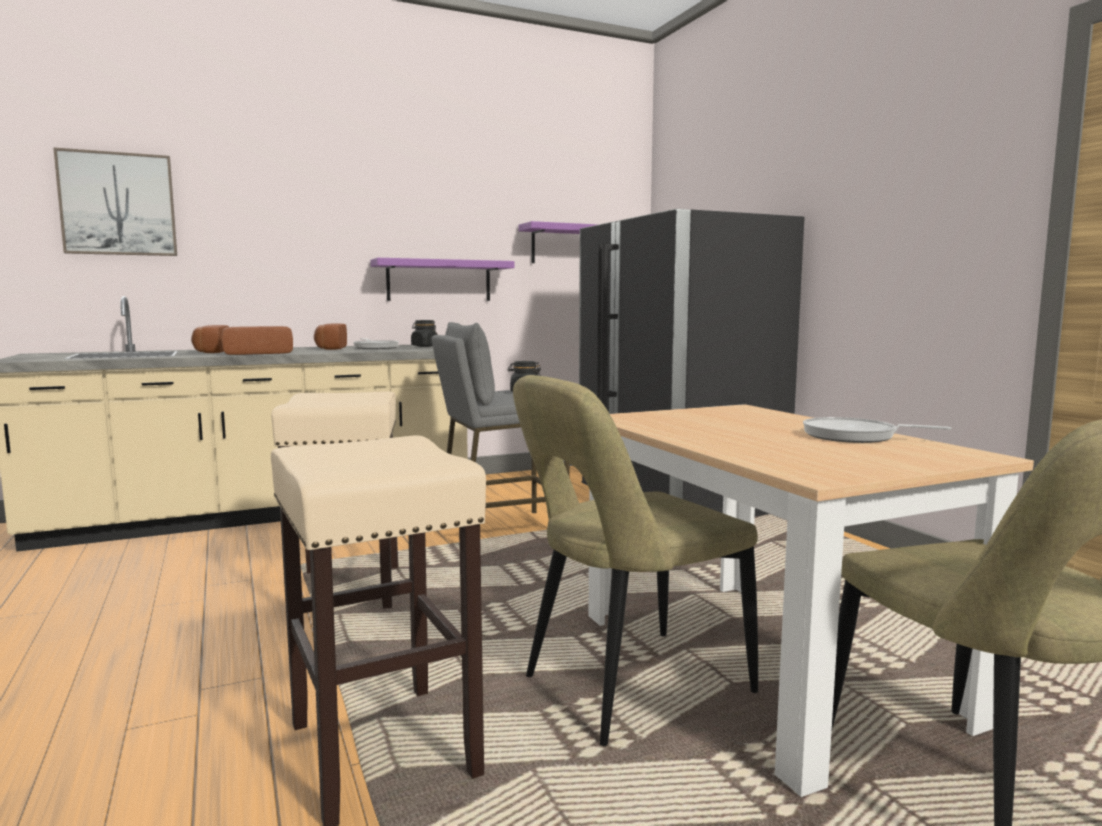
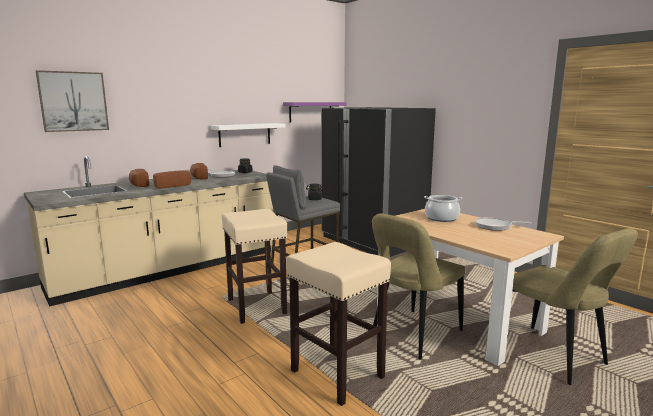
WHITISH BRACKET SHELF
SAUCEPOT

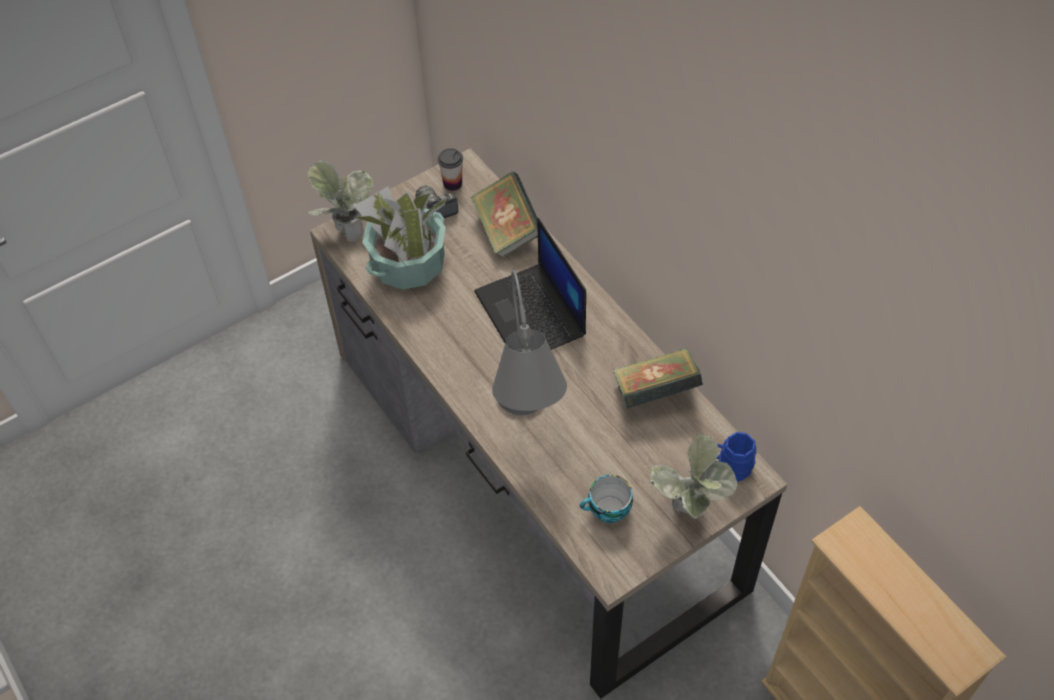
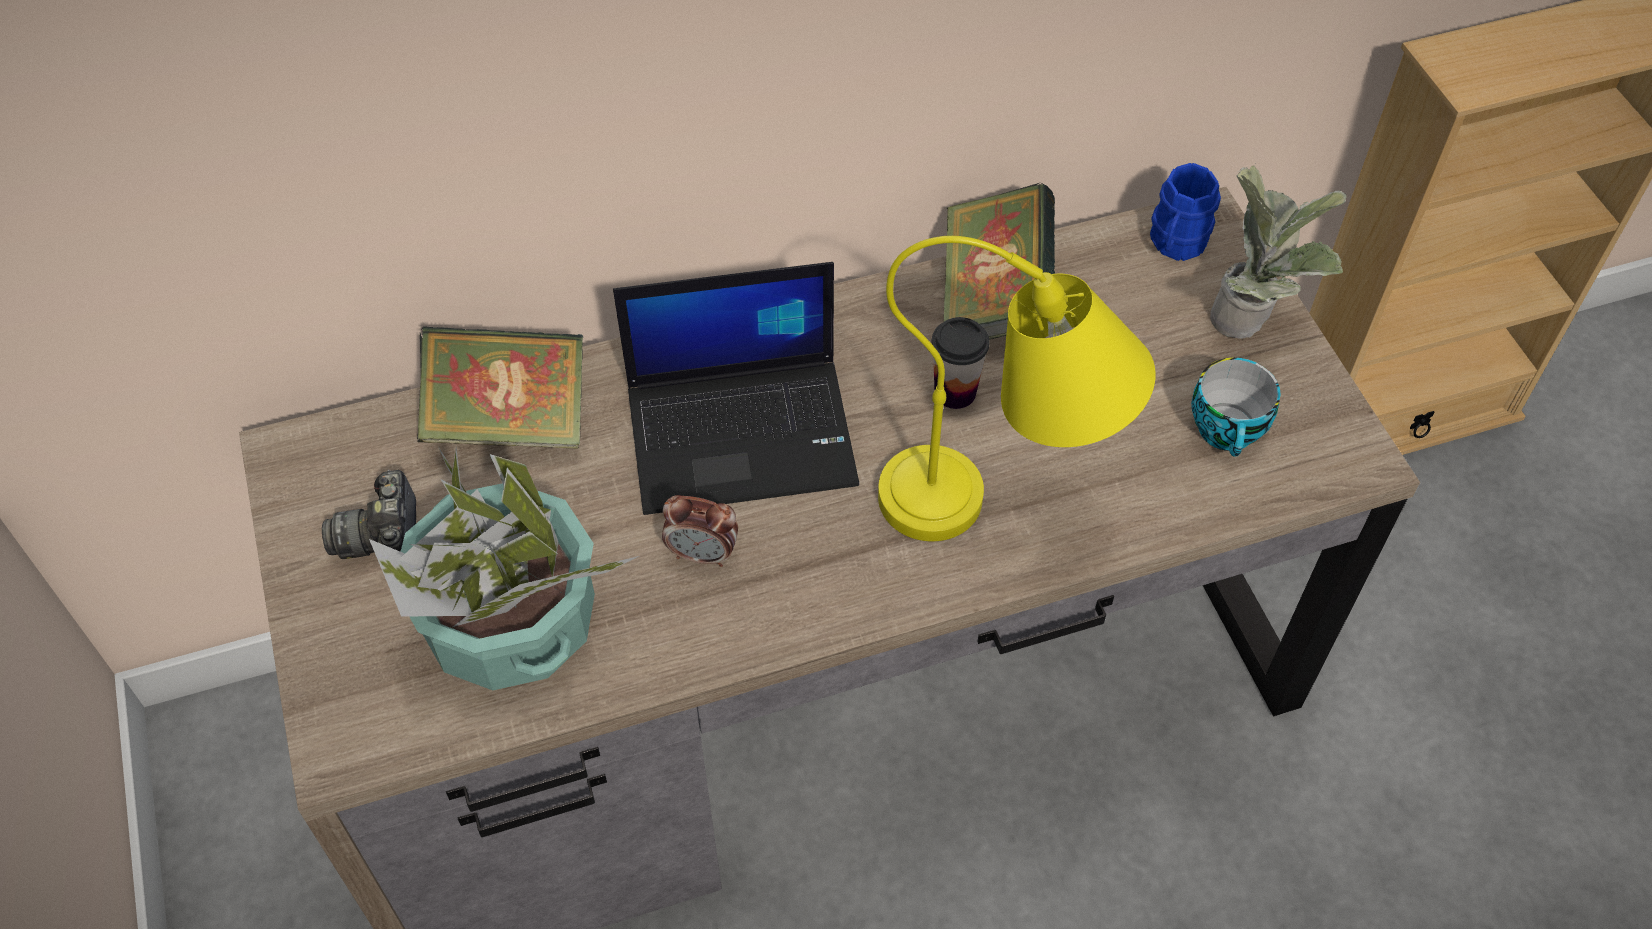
SMALL CUP (no. 1 from left)
HOUSEPLANT (no. 1 from left in the first image)
YELLOWISH TABLE LAMP
ALARM CLOCK

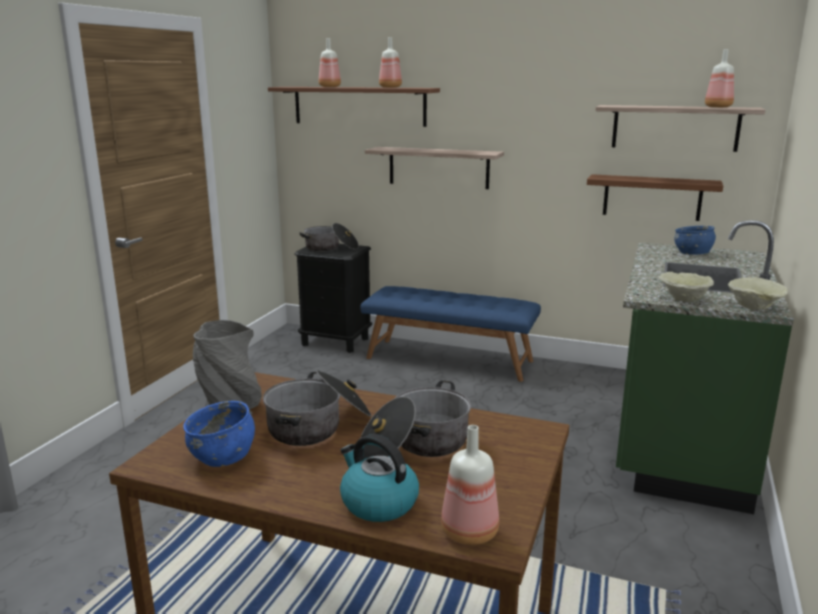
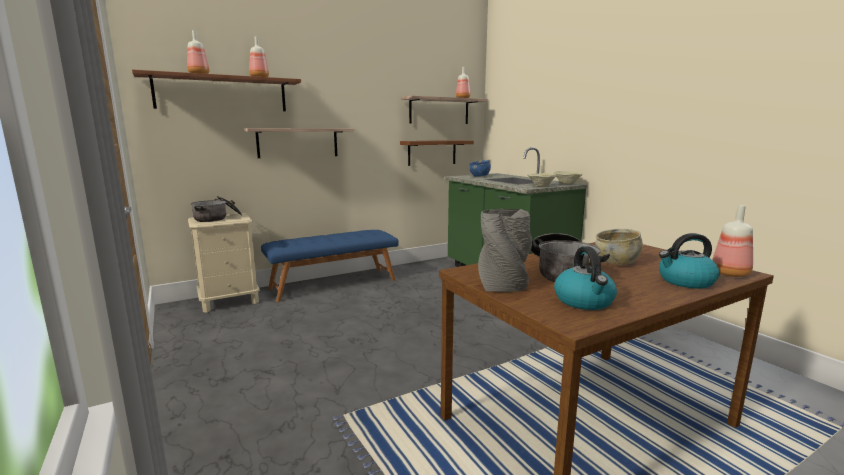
SAND-COLOURED BEDSIDE TABLE
SAND-COLOURED BOWL (no. 3 from left)
WATER KETTLE (no. 1 from left)

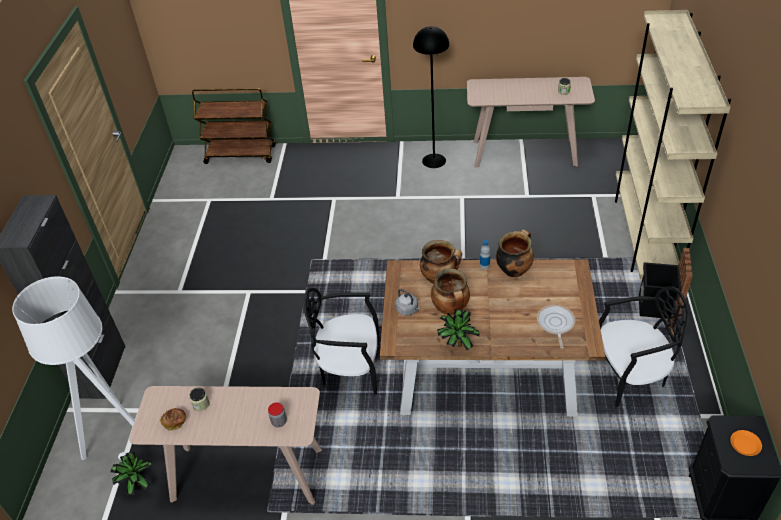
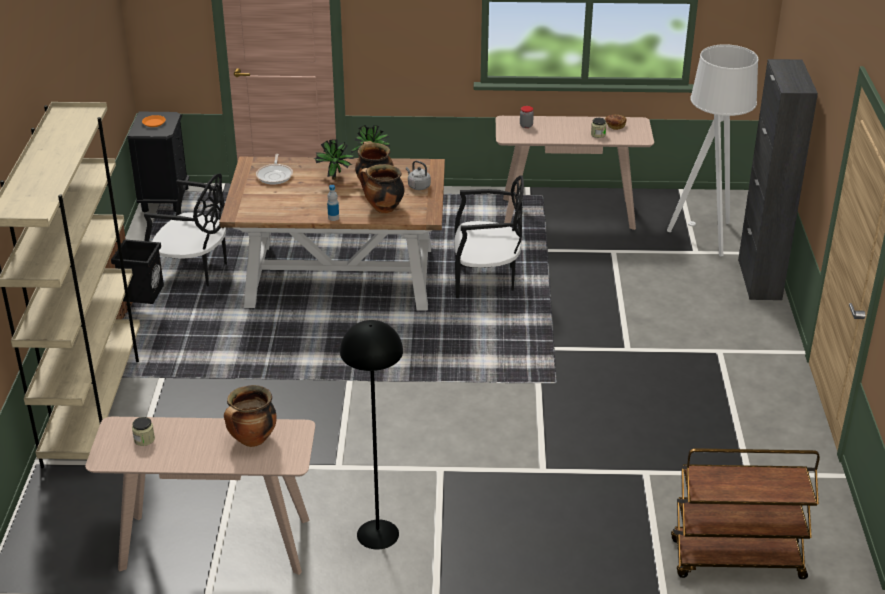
SAUCEPOT (no. 1 from left)
BLACK UPRIGHT CHAIR (no. 1 from left)
HOUSEPLANT (no. 1 from left)

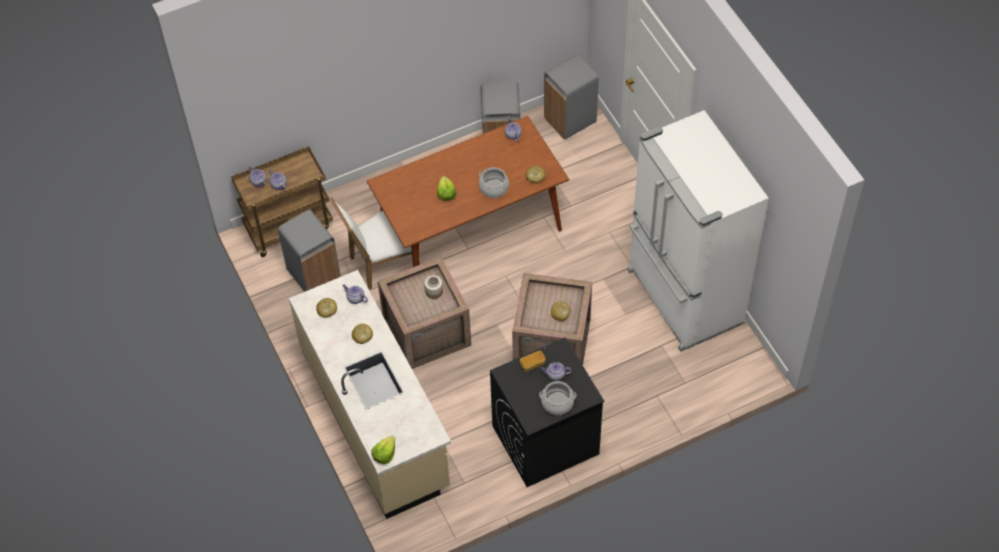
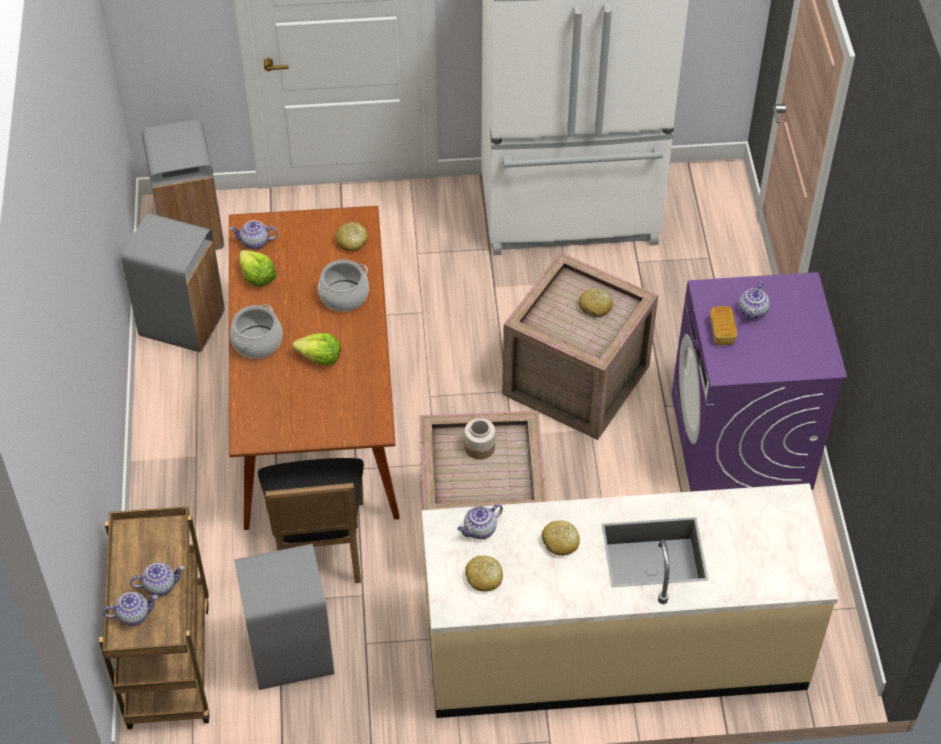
BLACK UPRIGHT CHAIR
PURPLISH WASHING MACHINE
SAUCEPOT (no. 1 from left)
LETTUCE (no. 1 from left)

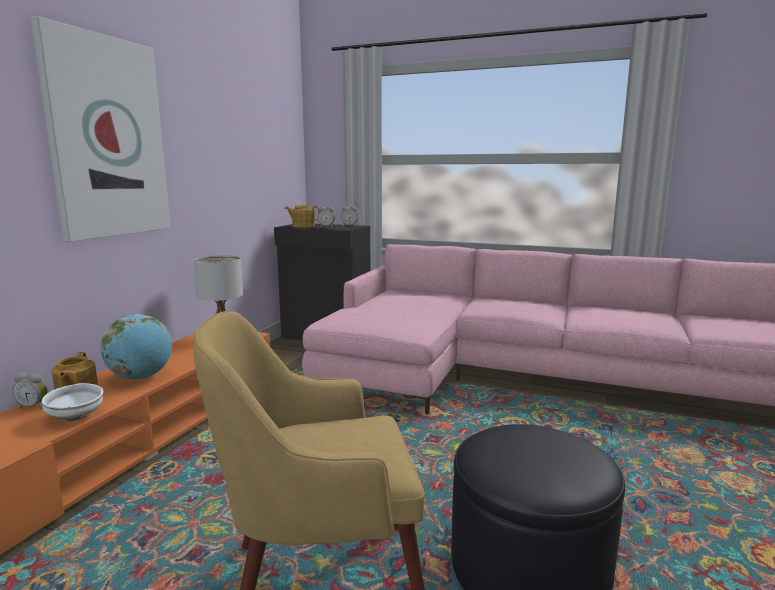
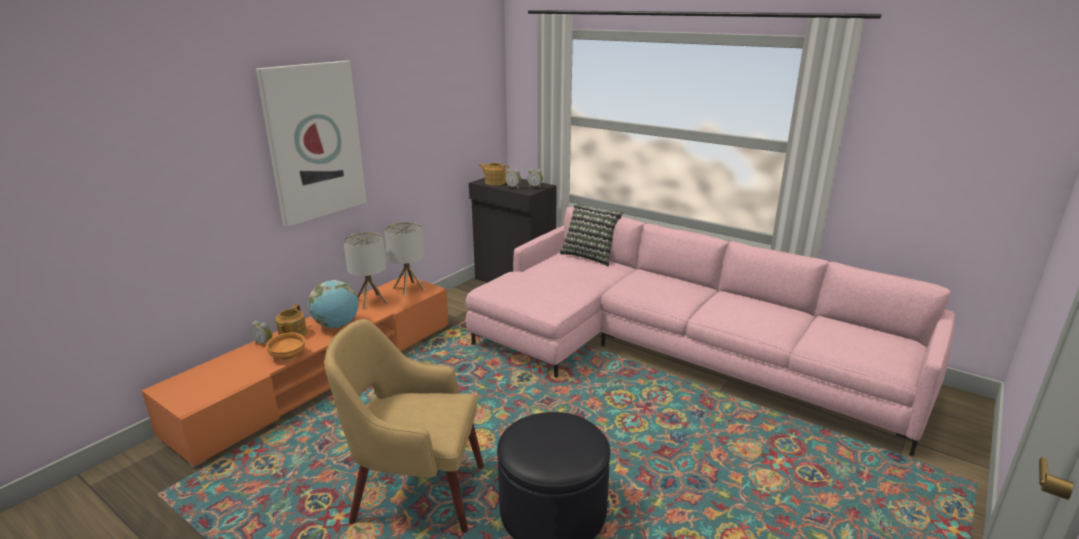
ORANGEY BOWL
PILLOW
TABLE LAMP (no. 1 from left)

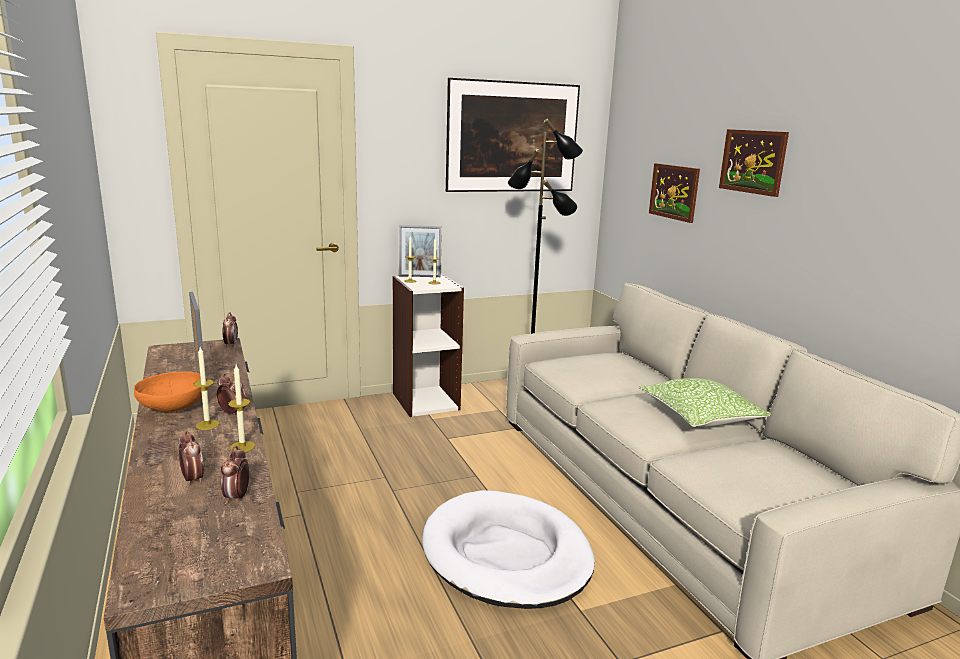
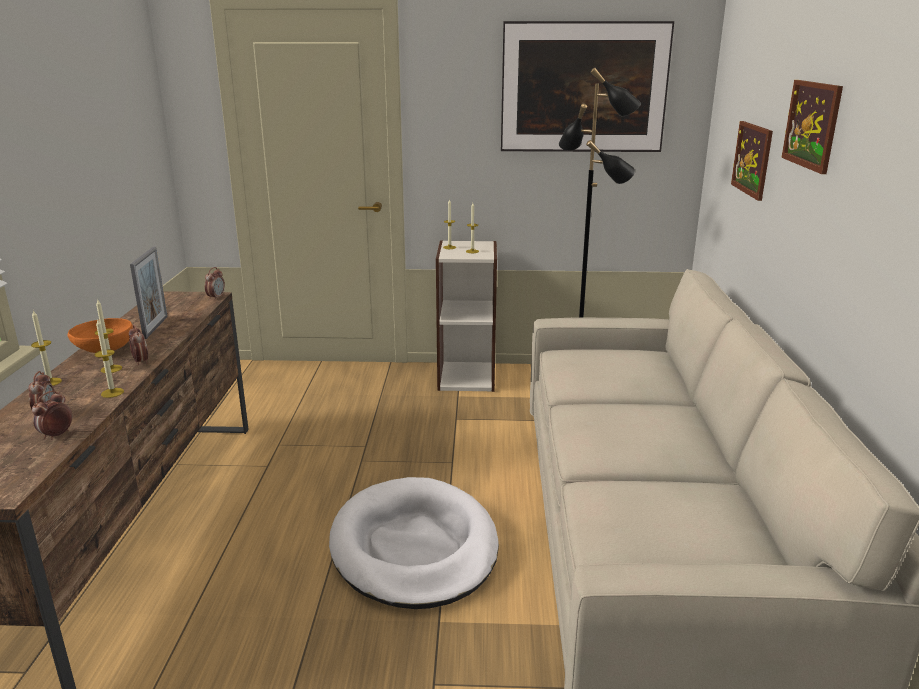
PICTURE FRAME (no. 2 from left in the first image)
PILLOW
WAX CANDLE (no. 1 from left)

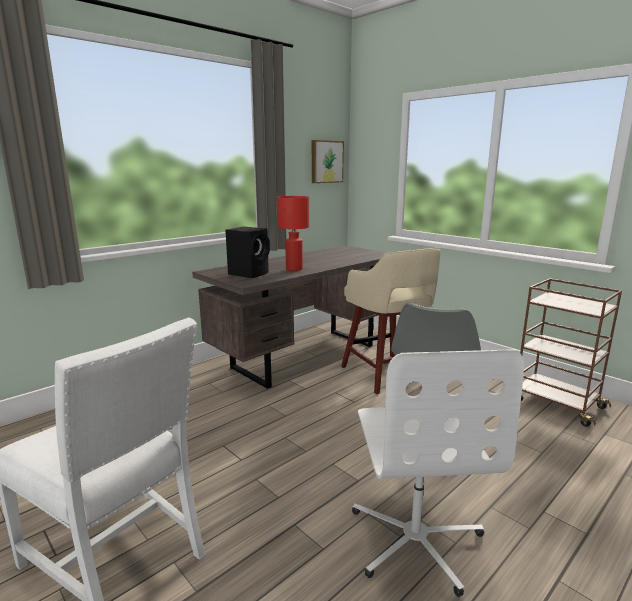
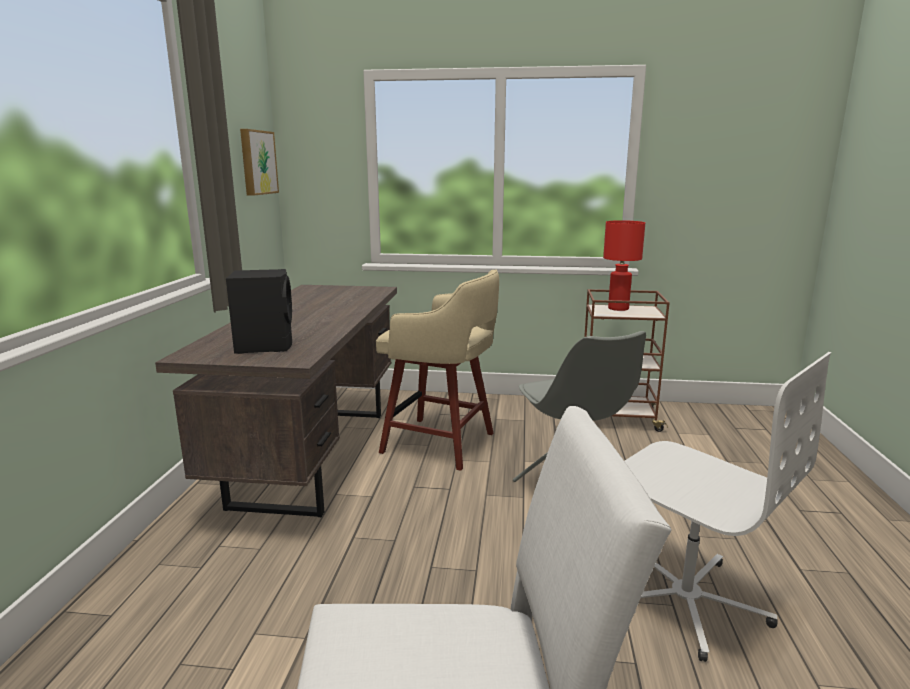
RED-COLOURED TABLE LAMP

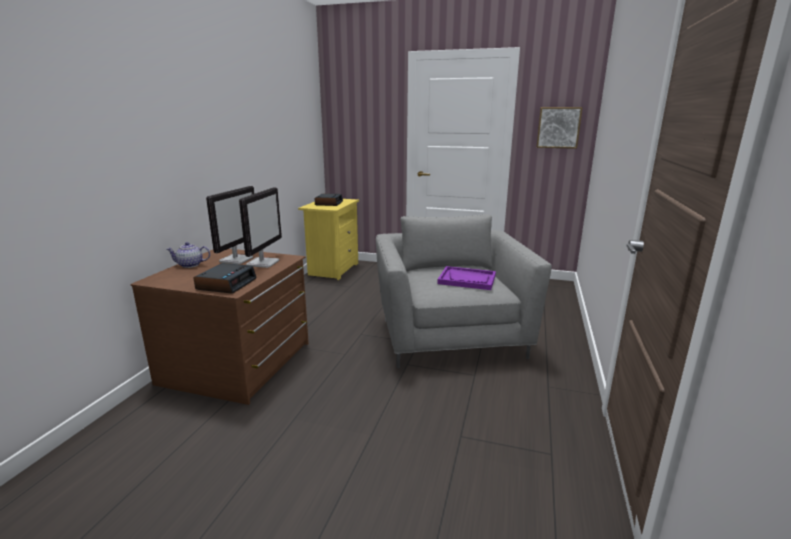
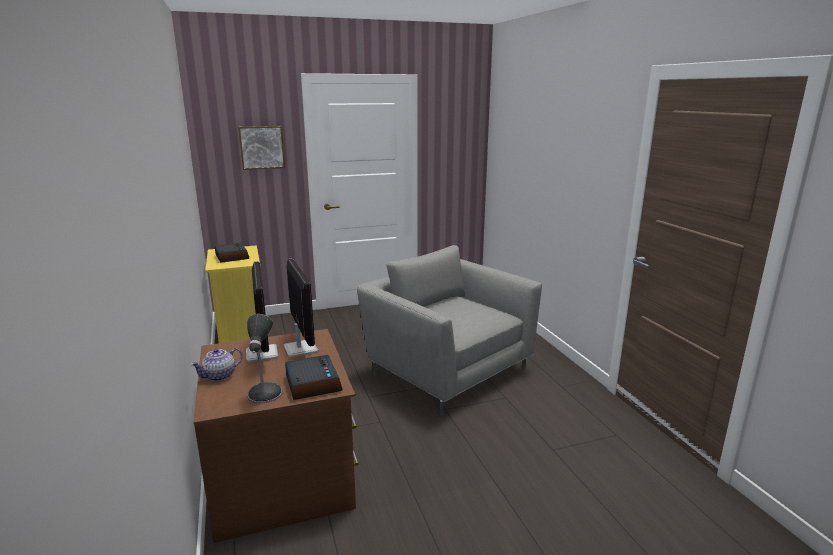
WALL ART
PURPLISH CARRYING TRAY
TABLE LAMP

